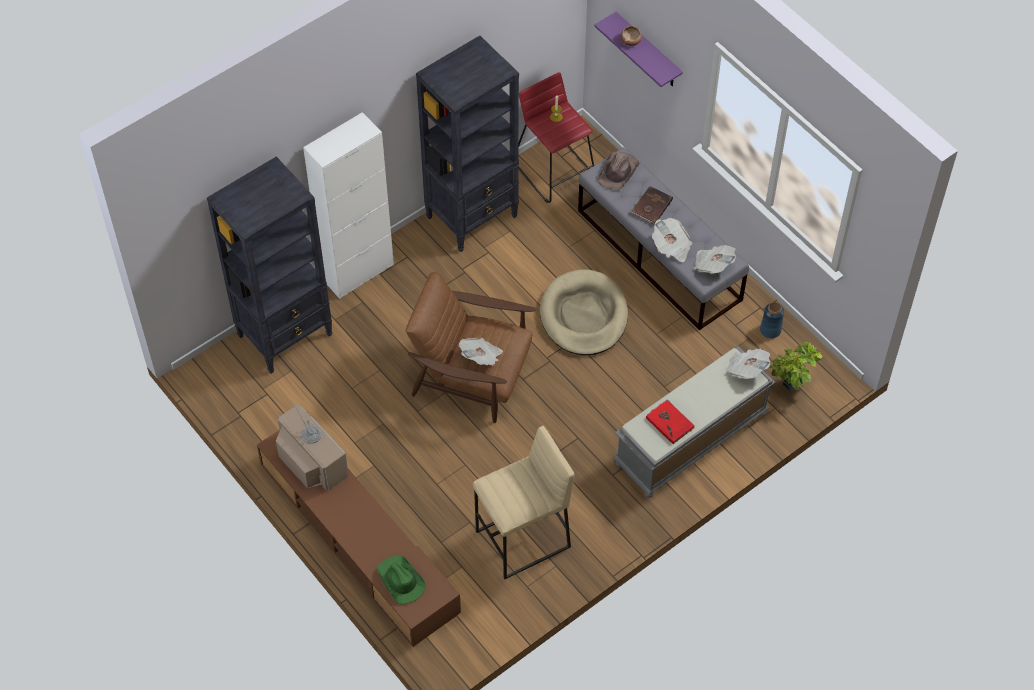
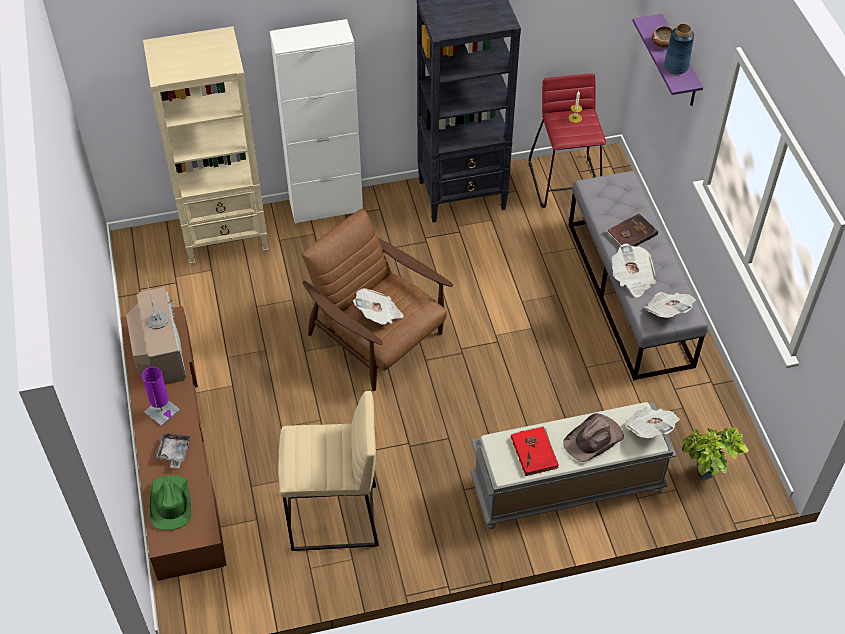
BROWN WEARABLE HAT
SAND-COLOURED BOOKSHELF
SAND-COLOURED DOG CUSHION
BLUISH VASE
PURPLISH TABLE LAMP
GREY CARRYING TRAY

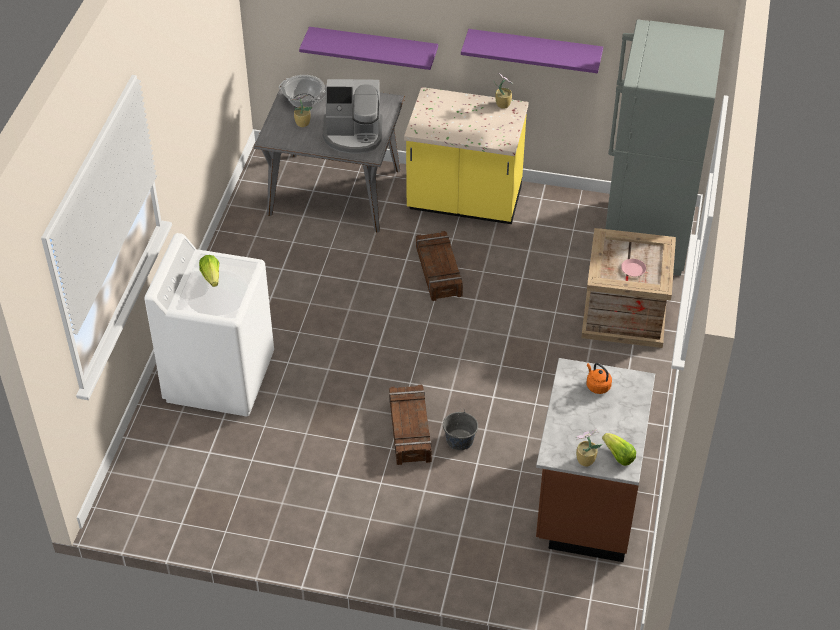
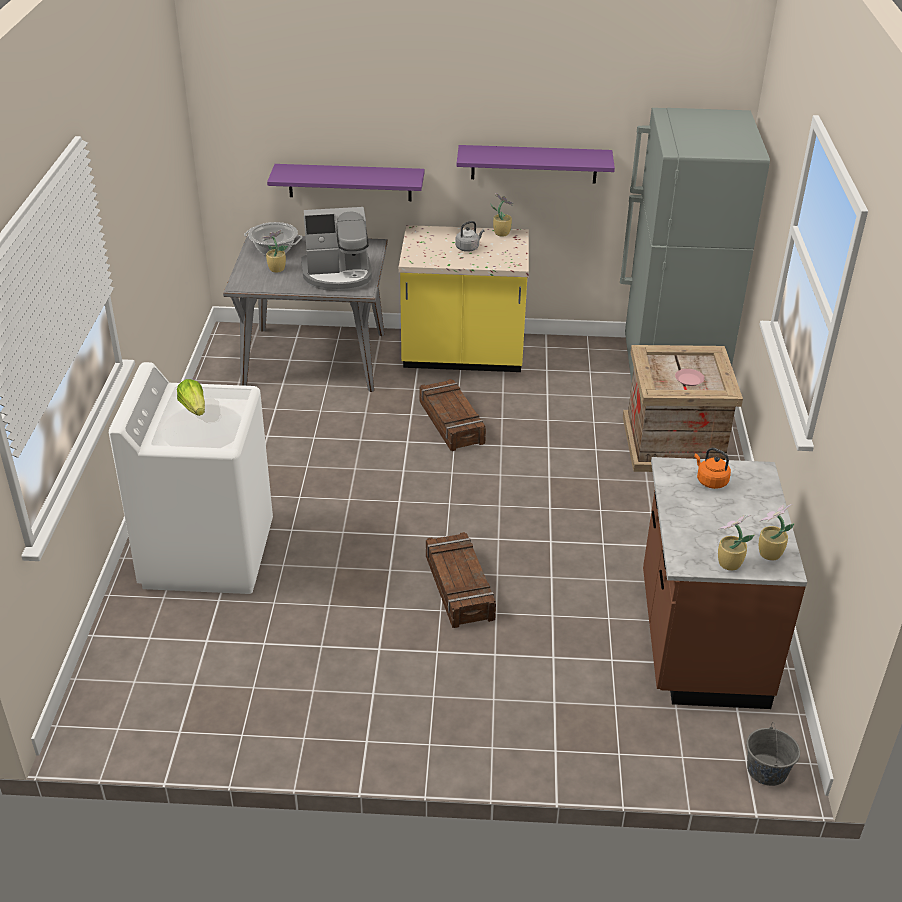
GREY BUCKET
HOUSEPLANT (no. 4 from left)
GREY WATER KETTLE

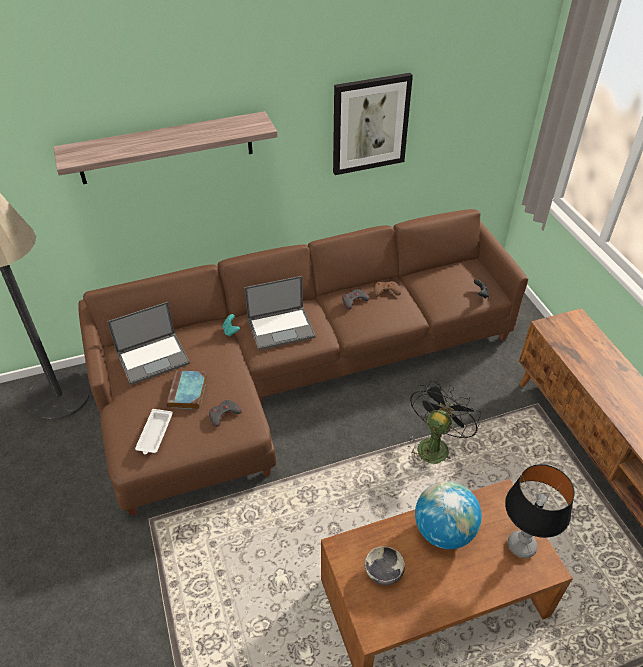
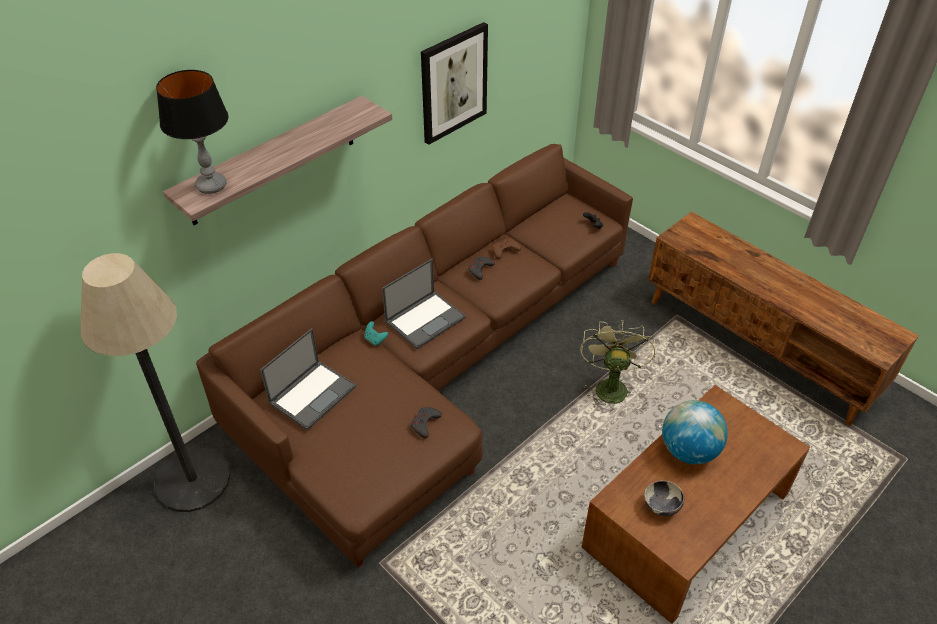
BOUND BOOK
GREEN-COLOURED COOLING FAN
WHITISH CARRYING TRAY
TABLE LAMP

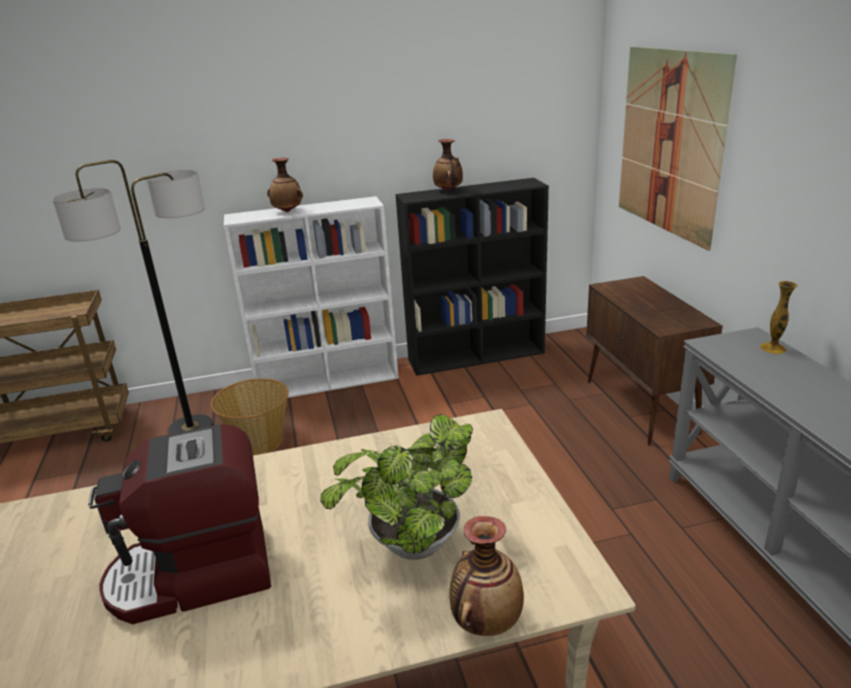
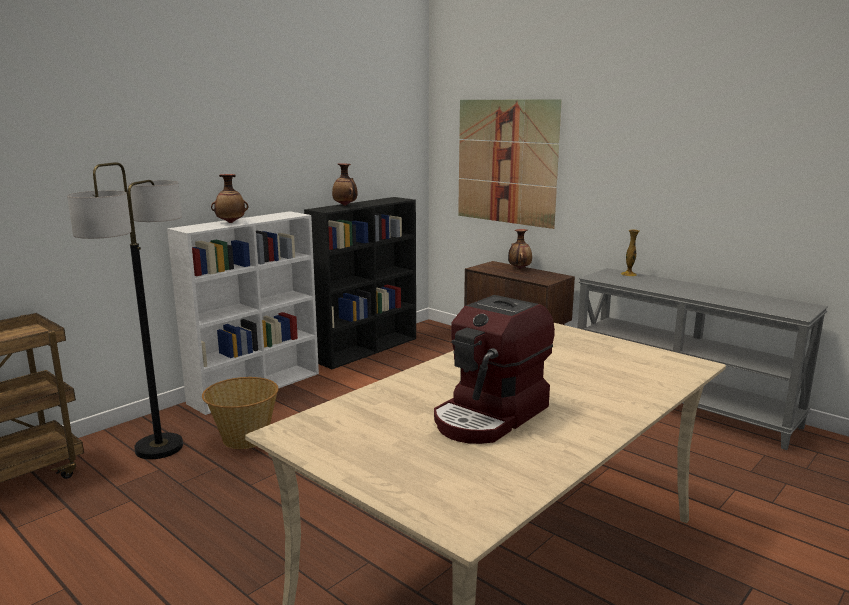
HOUSEPLANT
VASE (no. 3 from left)

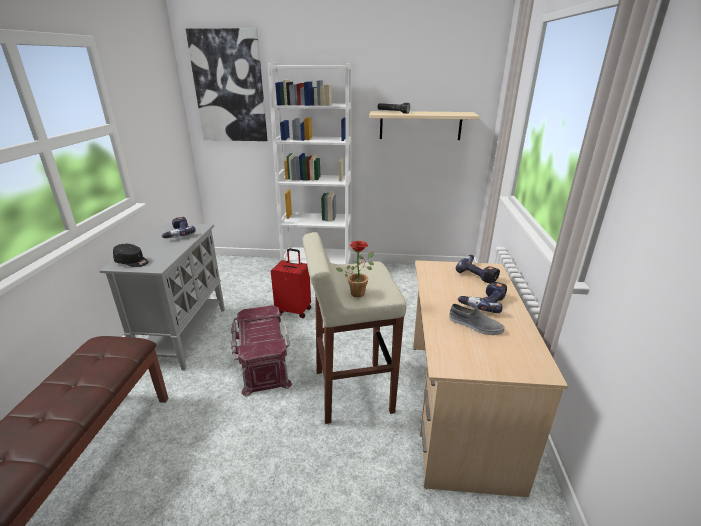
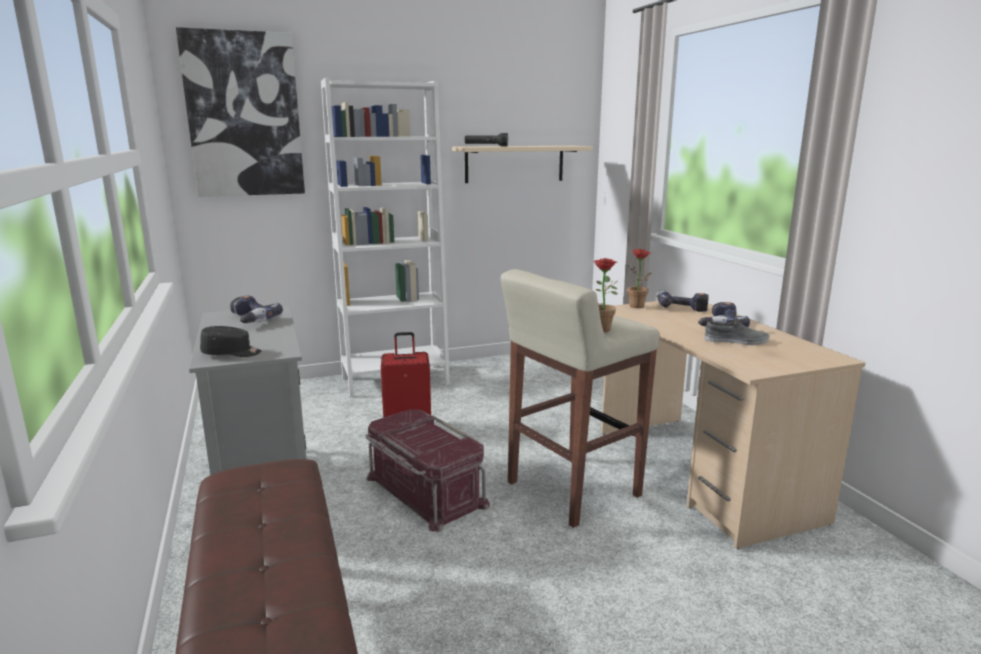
HOUSEPLANT (no. 2 from left)

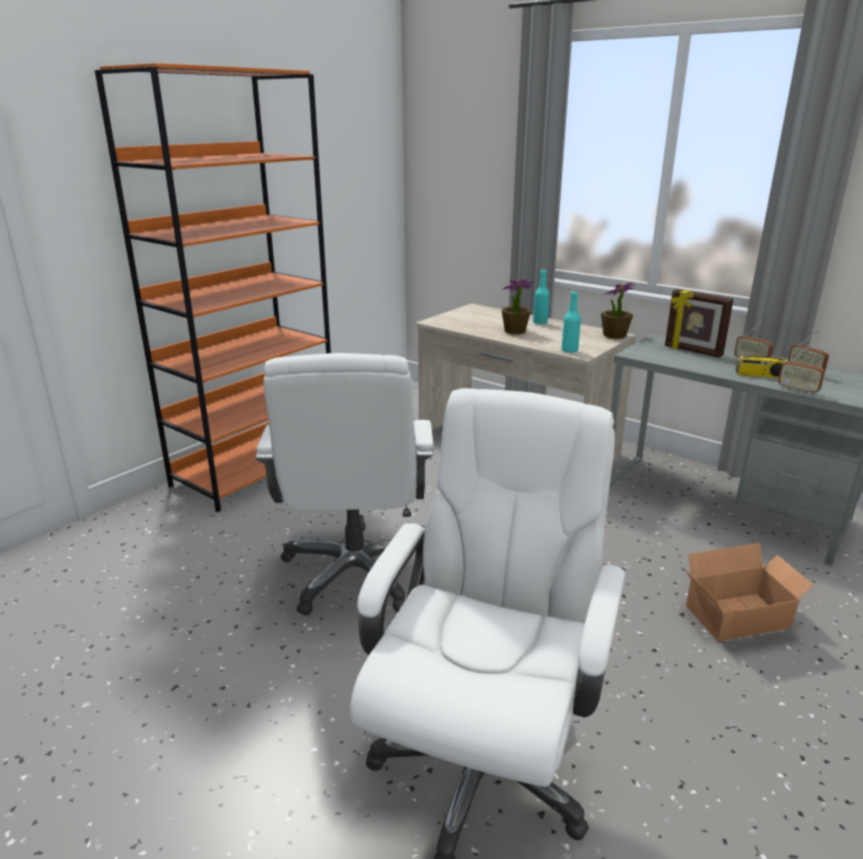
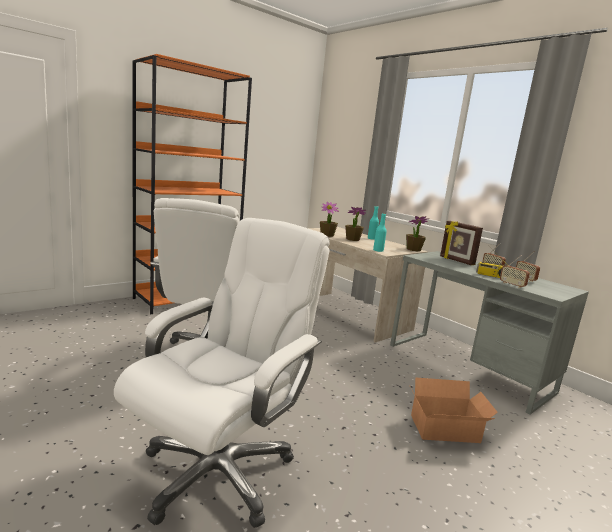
HOUSEPLANT (no. 1 from left)

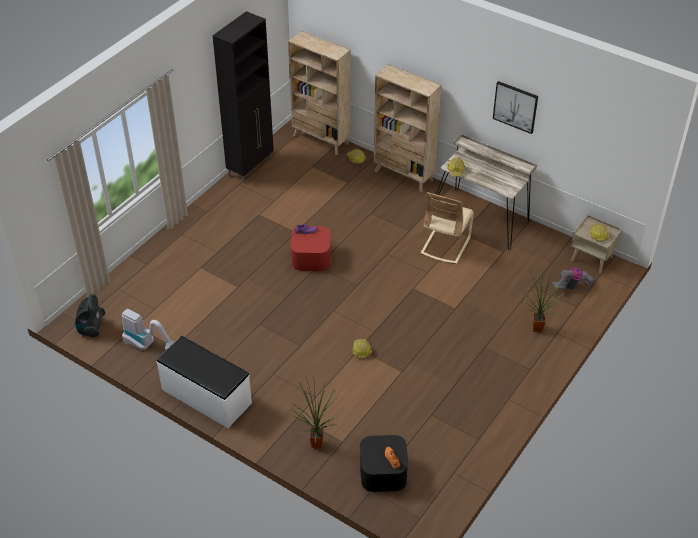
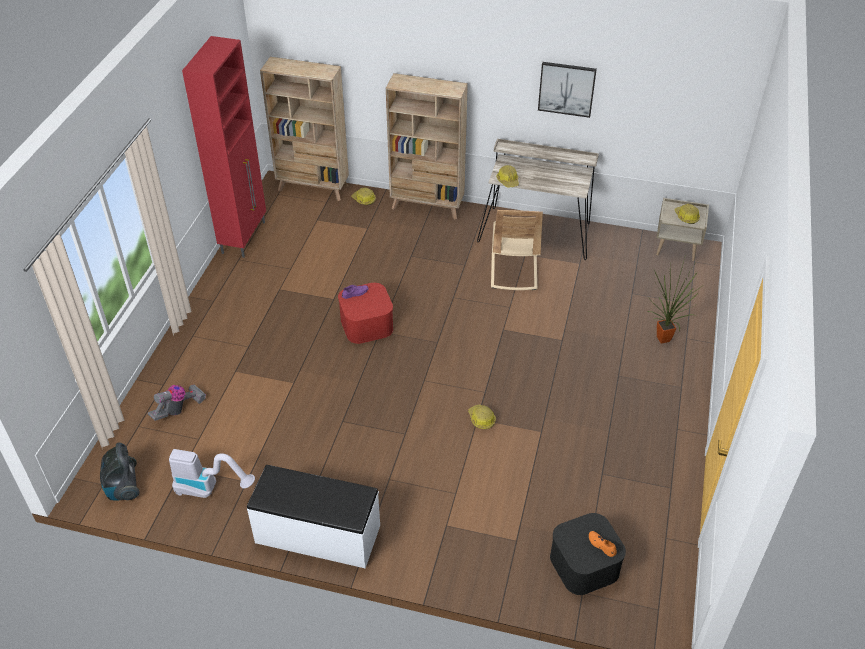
RED-COLOURED CUPBOARD
VACUUM CLEANER (no. 2 from left)
HOUSEPLANT (no. 1 from left in the first image)

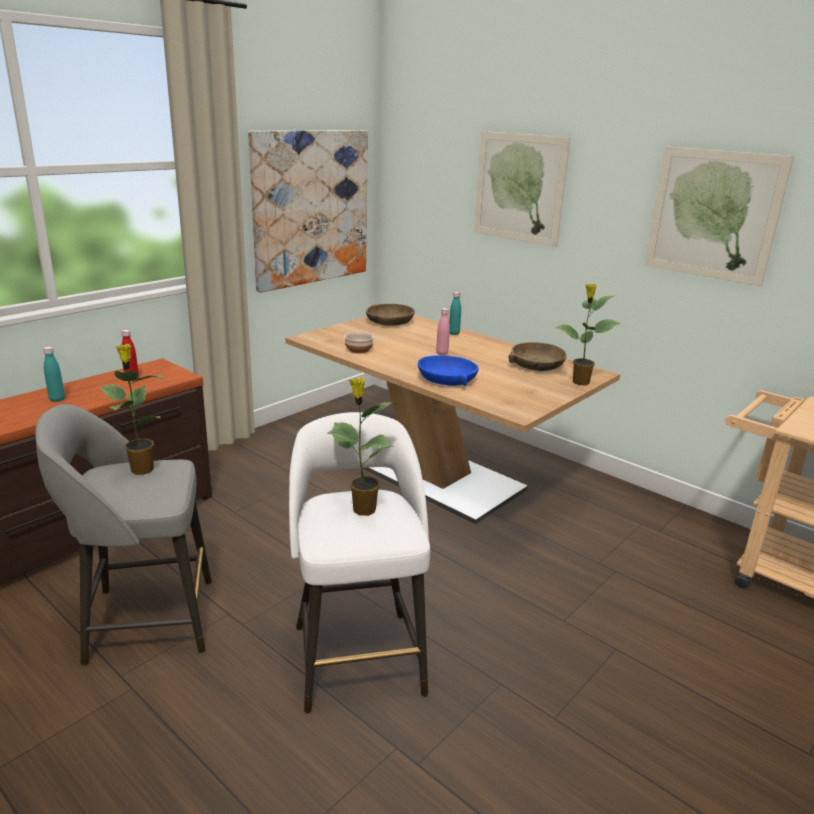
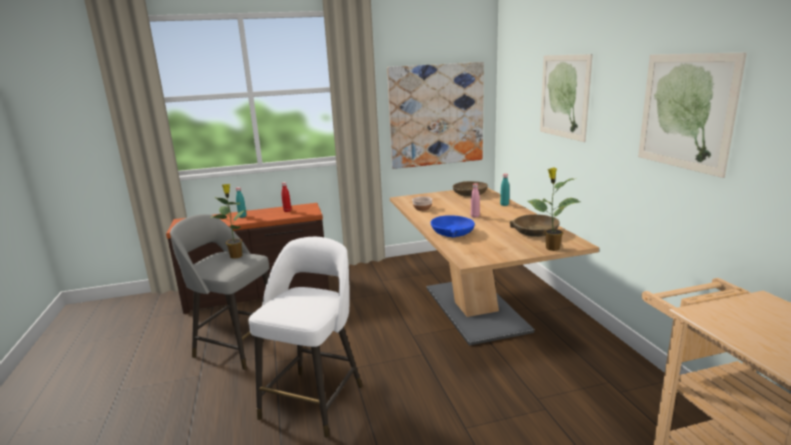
HOUSEPLANT (no. 2 from left in the first image)

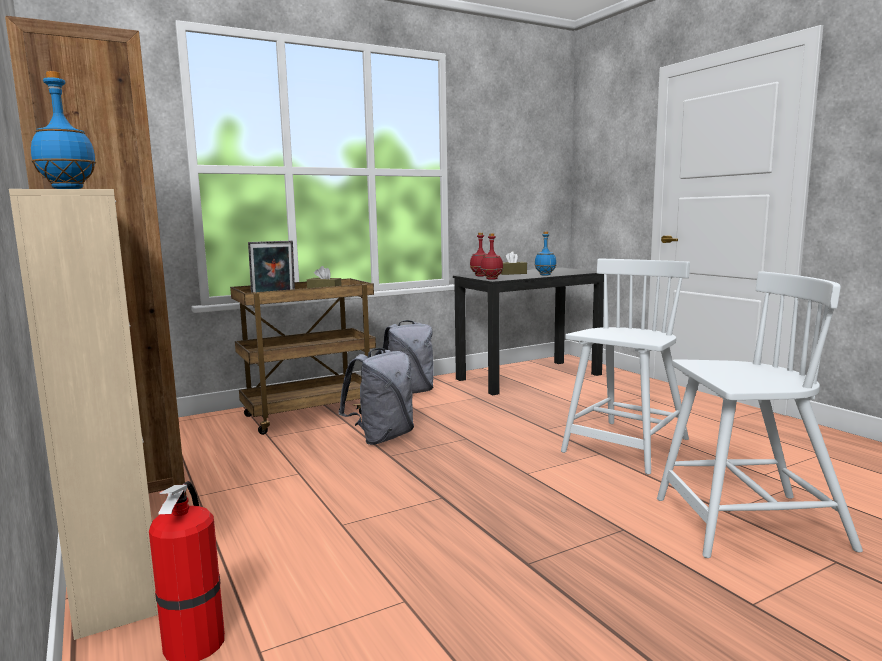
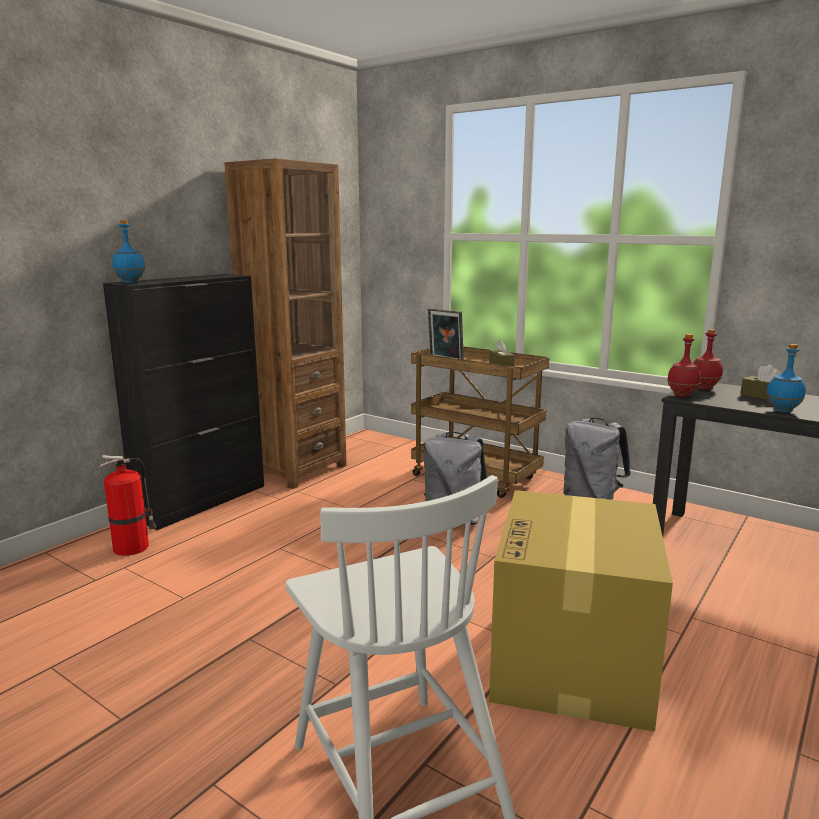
BLACK CUPBOARD
CARDBOARD BOX

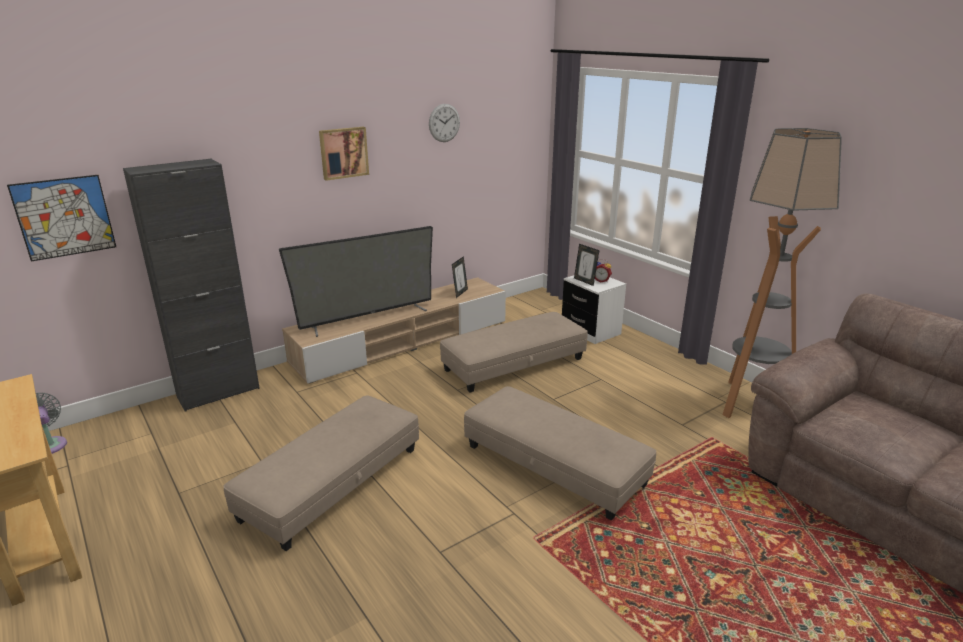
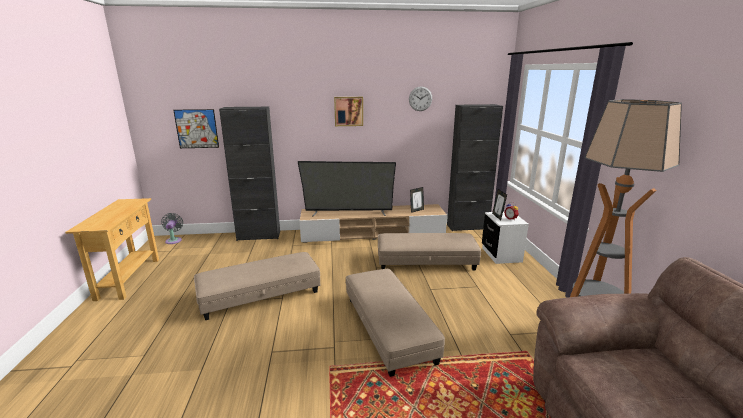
BLACK CUPBOARD (no. 2 from left)

